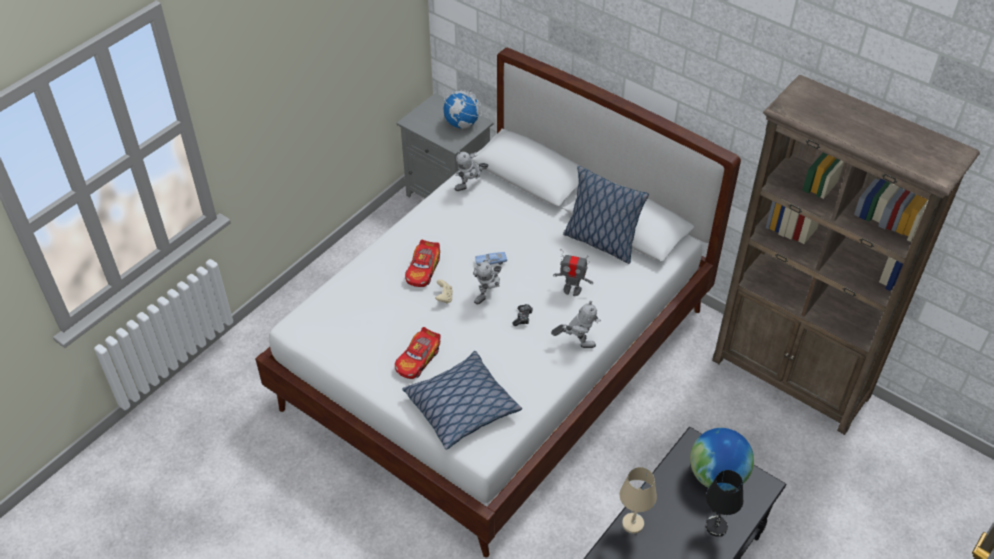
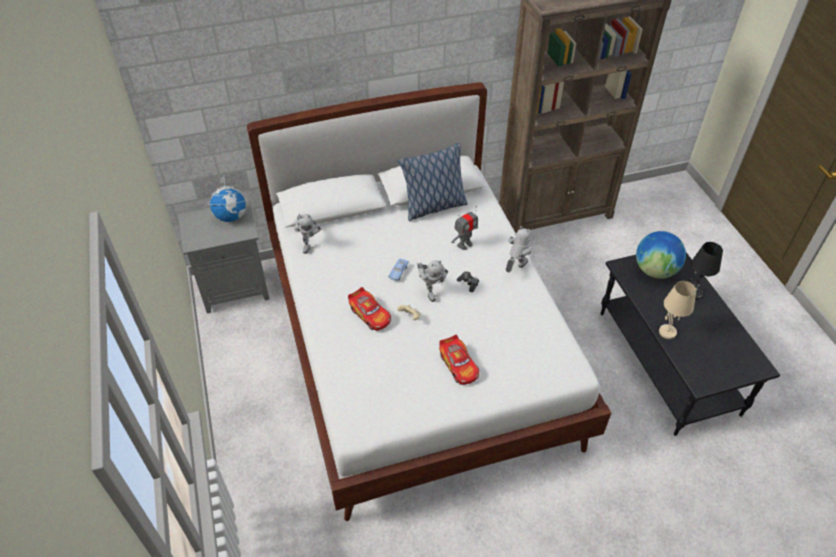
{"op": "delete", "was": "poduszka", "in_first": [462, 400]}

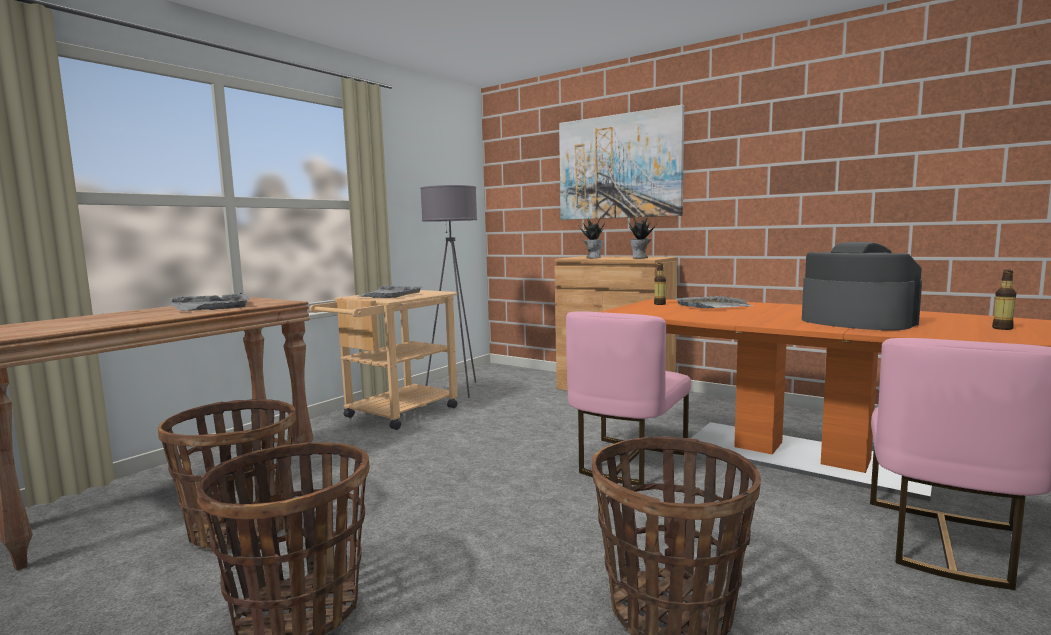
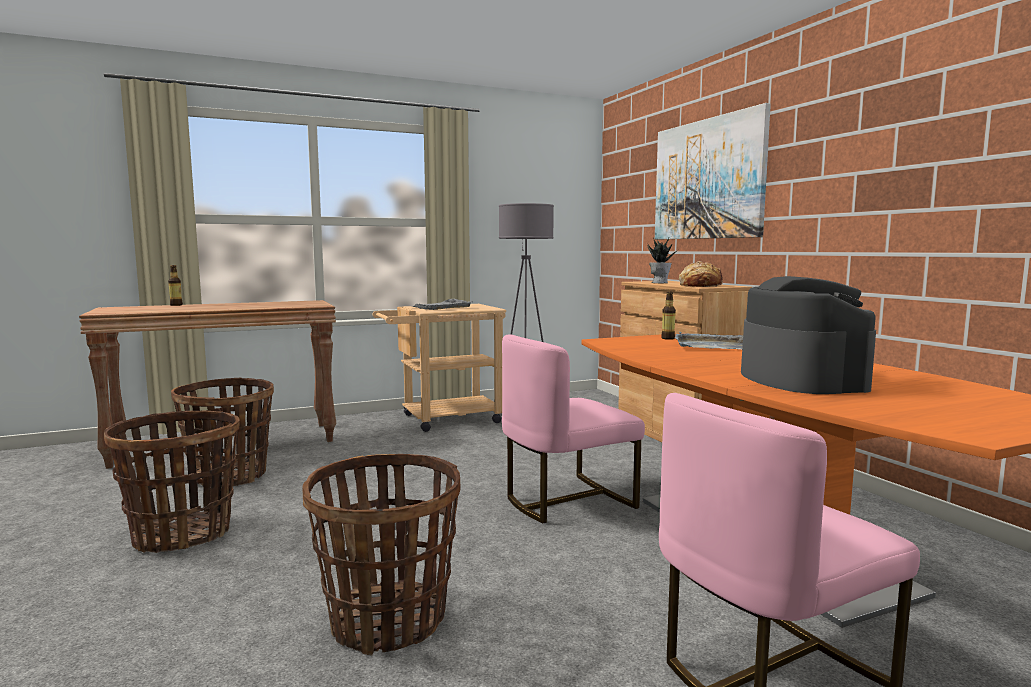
{"op": "move", "was": "butelka", "in_first": [1004, 300], "in_second": [175, 285]}
{"op": "replace", "was": "roślina doniczkowa", "now": "chleb", "in_first": [642, 237], "in_second": [701, 274]}
{"op": "delete", "was": "taca (szary)", "in_first": [209, 301]}

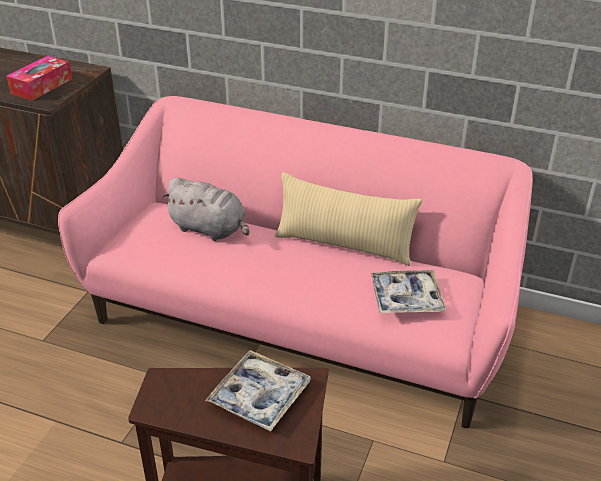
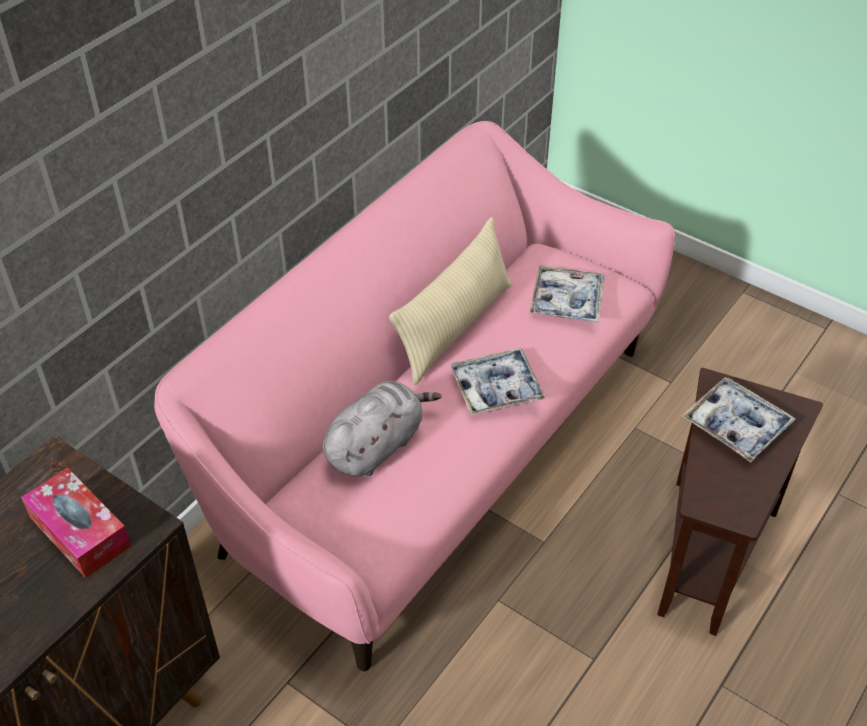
{"op": "insert", "now": "taca", "in_second": [497, 381]}

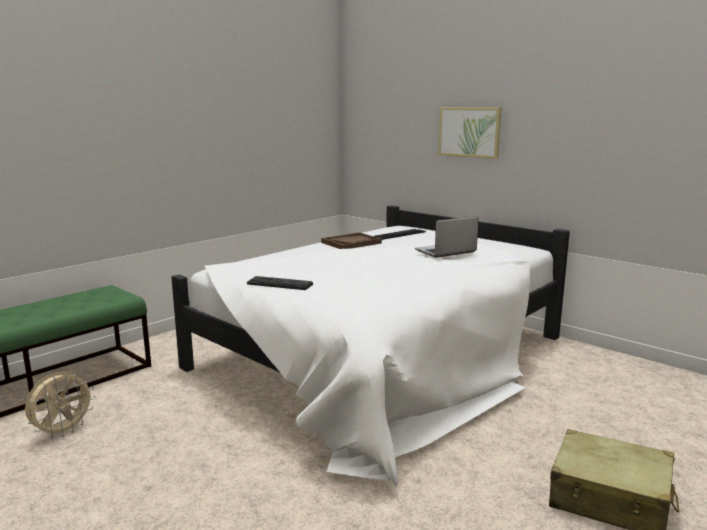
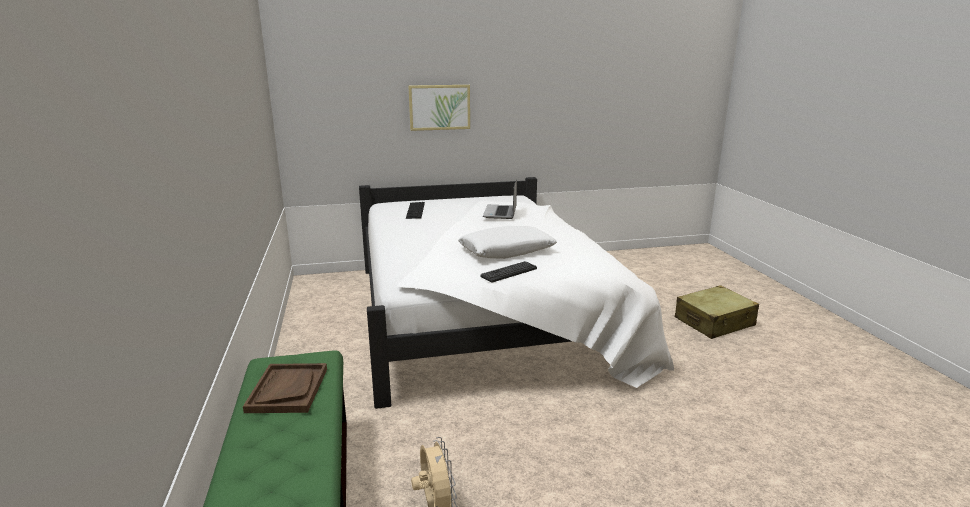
{"op": "move", "was": "taca (brązowy)", "in_first": [351, 240], "in_second": [285, 388]}
{"op": "insert", "now": "poduszka (biały)", "in_second": [507, 242]}

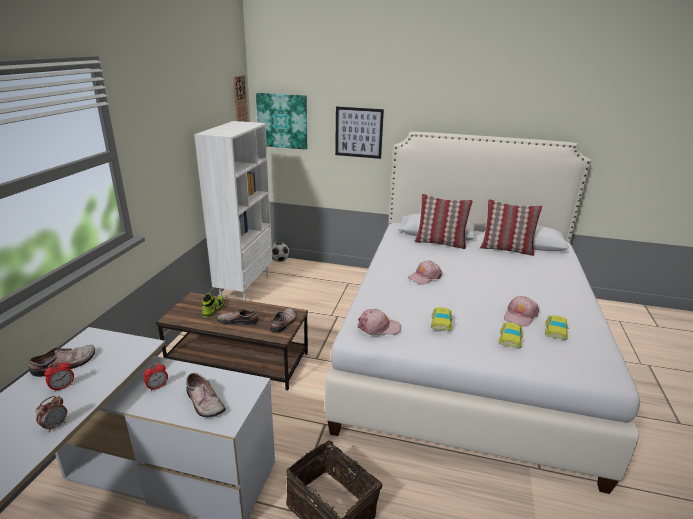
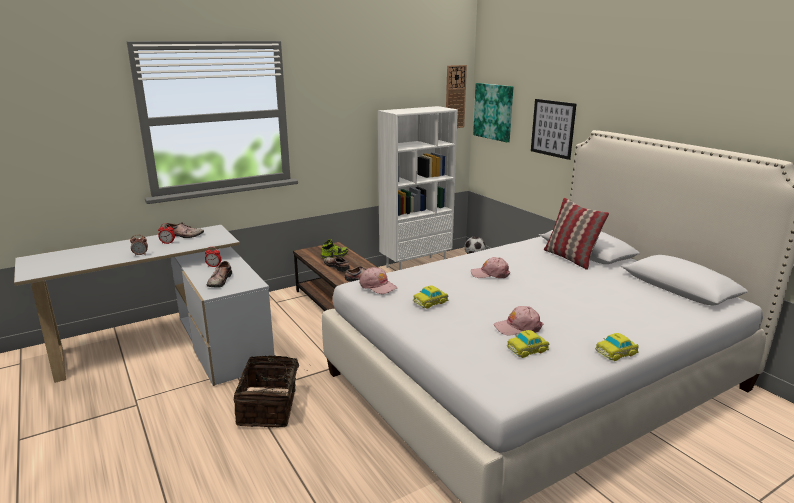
{"op": "move", "was": "samochodzik", "in_first": [511, 335], "in_second": [617, 347]}
{"op": "delete", "was": "poduszka", "in_first": [511, 227]}

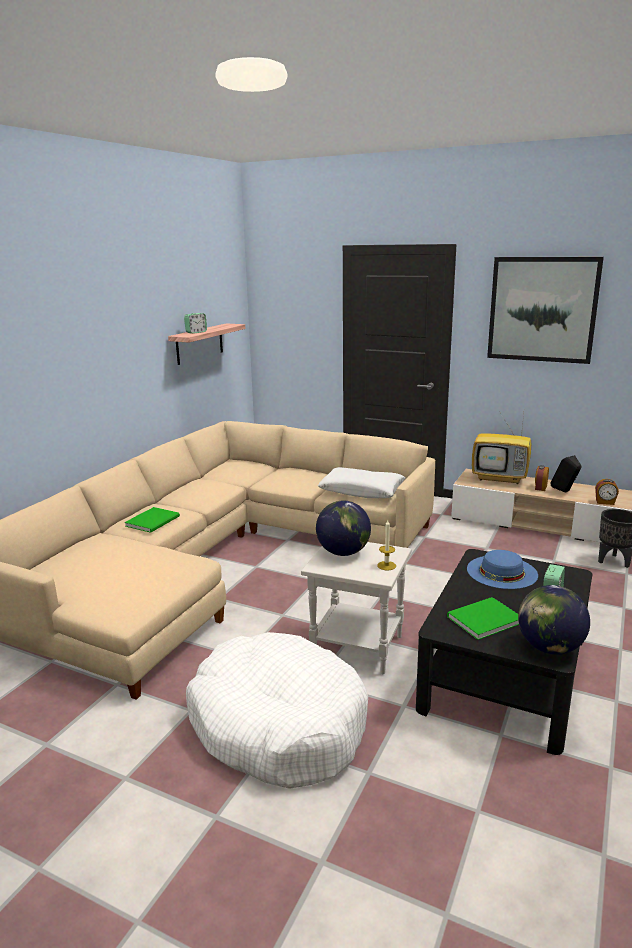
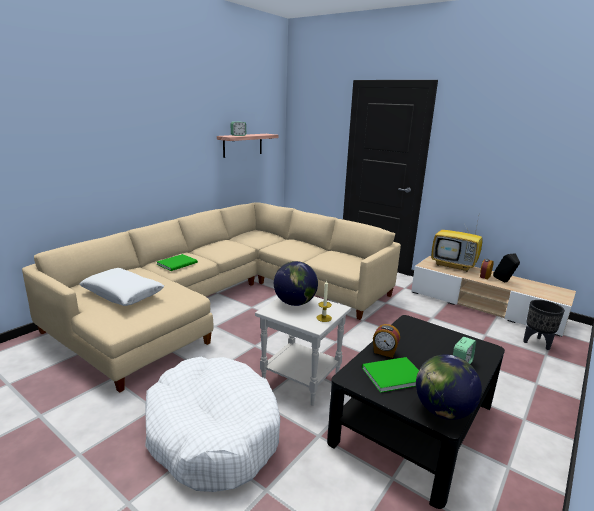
{"op": "move", "was": "poduszka (biały)", "in_first": [361, 482], "in_second": [121, 287]}
{"op": "move", "was": "budzik", "in_first": [607, 492], "in_second": [386, 341]}
{"op": "delete", "was": "kapelusz (niebieski)", "in_first": [502, 569]}
{"op": "delete", "was": "obraz", "in_first": [545, 310]}

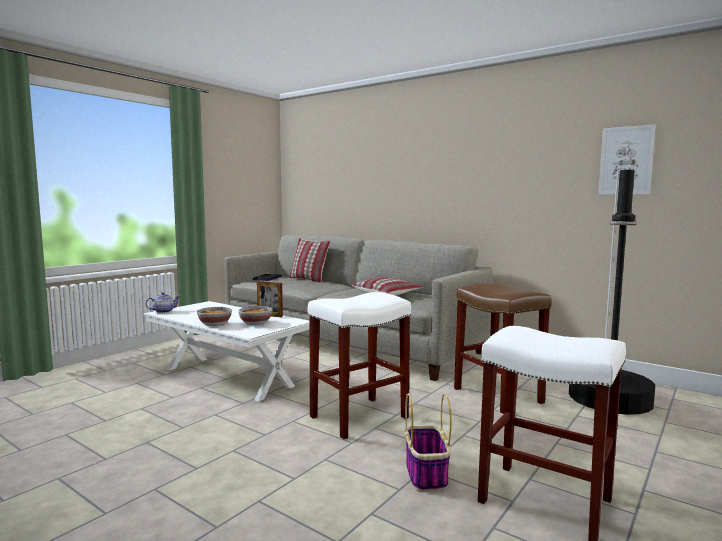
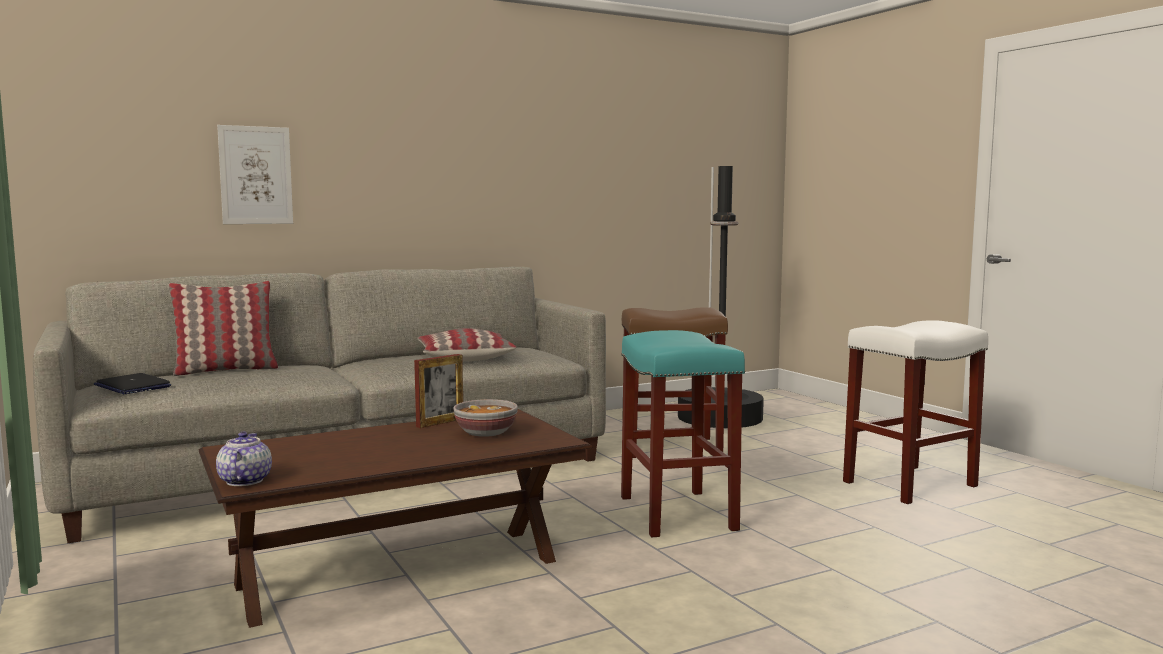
{"op": "recolor", "was": "ława (biały)", "now": "ława (brązowy)", "in_first": [226, 351], "in_second": [395, 518]}
{"op": "move", "was": "obraz", "in_first": [627, 160], "in_second": [255, 174]}
{"op": "recolor", "was": "stołek (biały)", "now": "stołek (turkusowy)", "in_first": [360, 365], "in_second": [683, 433]}
{"op": "delete", "was": "miska", "in_first": [214, 316]}
{"op": "delete", "was": "koszyk", "in_first": [428, 442]}

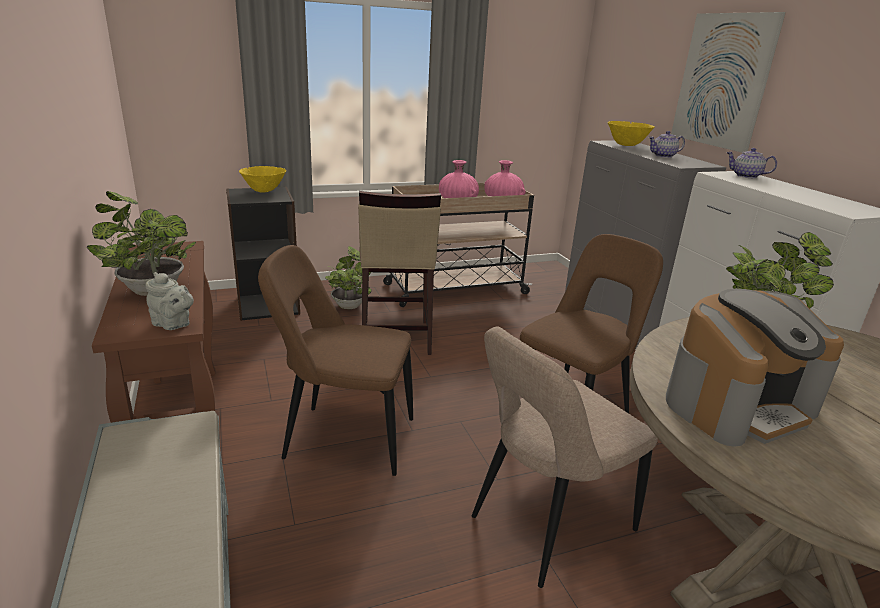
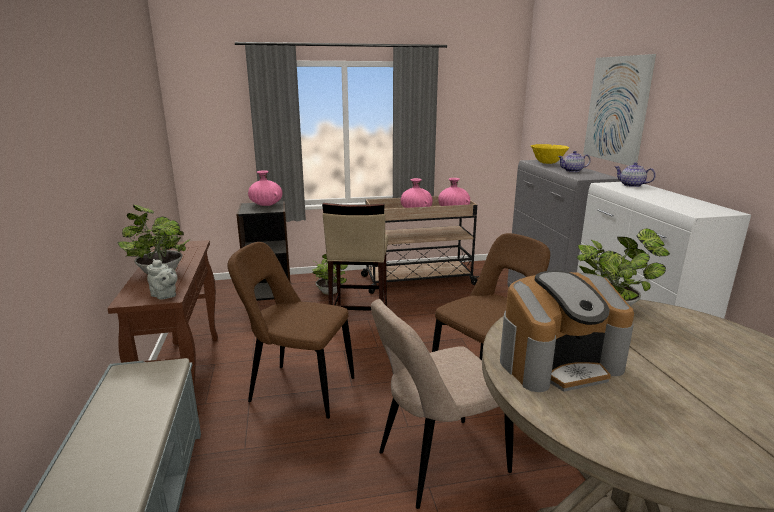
{"op": "replace", "was": "miska (żółty)", "now": "wazon (różowy)", "in_first": [262, 179], "in_second": [265, 188]}

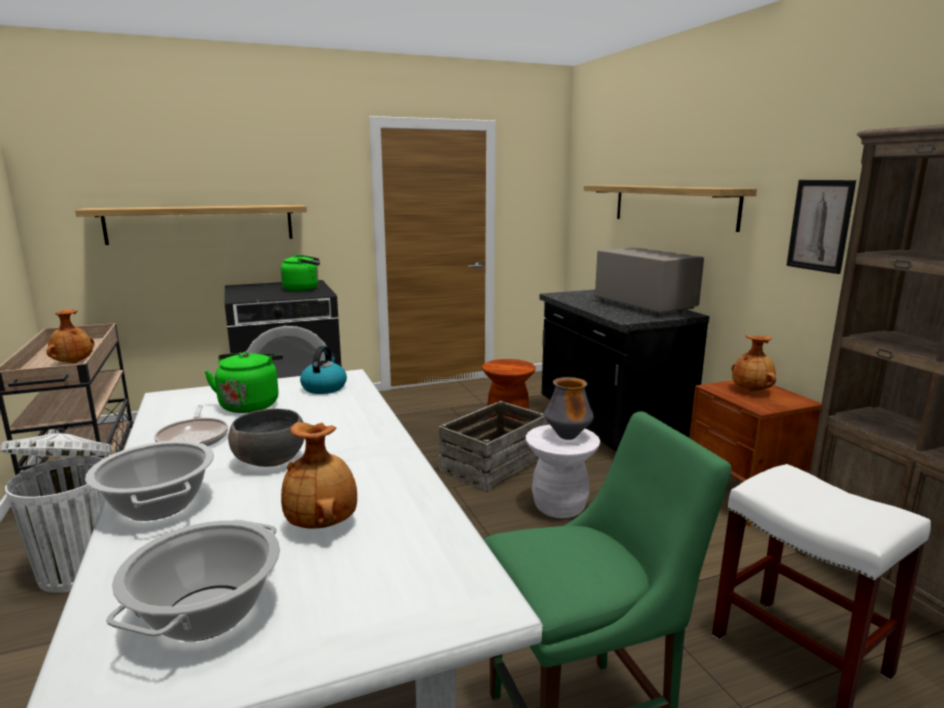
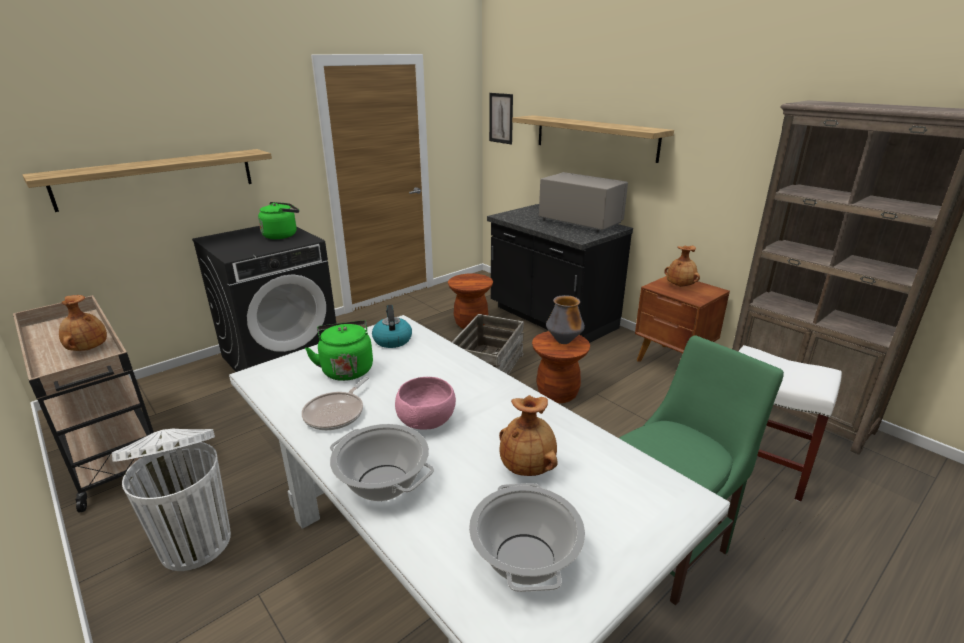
{"op": "rotate", "was": "patelnia", "in_first": [191, 425], "in_second": [335, 403], "clockwise": 60}
{"op": "recolor", "was": "miska (szary)", "now": "miska (różowy)", "in_first": [266, 438], "in_second": [425, 403]}
{"op": "move", "was": "obraz", "in_first": [821, 227], "in_second": [501, 118]}
{"op": "recolor", "was": "stołek (biały)", "now": "stołek (brązowy)", "in_first": [563, 471], "in_second": [561, 367]}

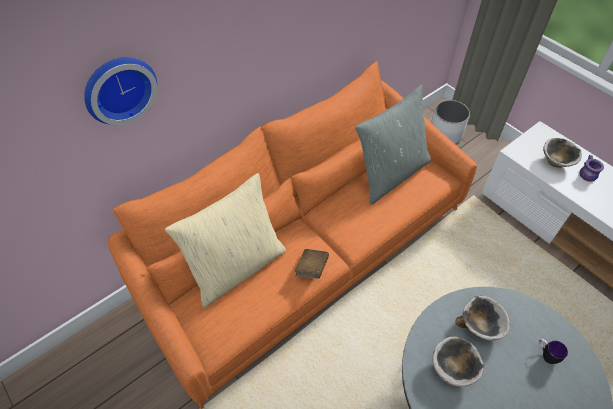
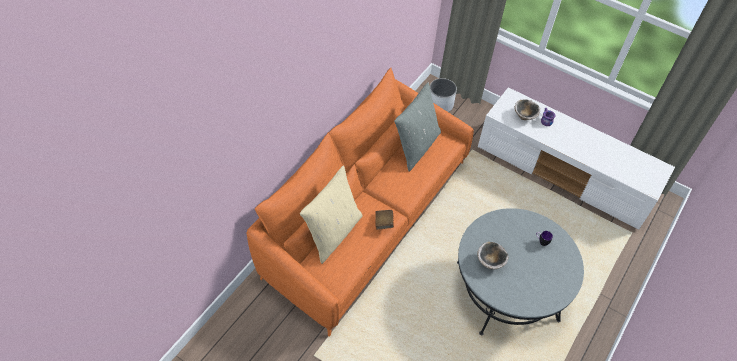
{"op": "delete", "was": "zegar ścienny", "in_first": [120, 91]}
{"op": "delete", "was": "miska", "in_first": [483, 318]}

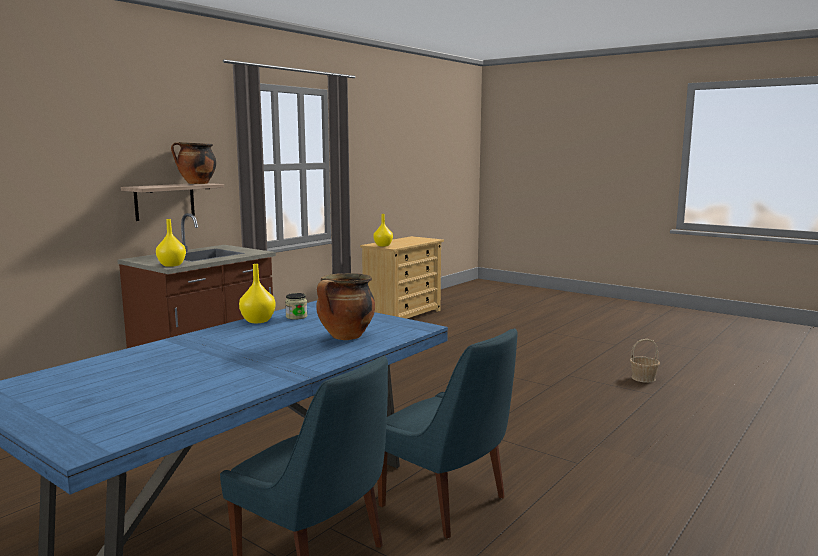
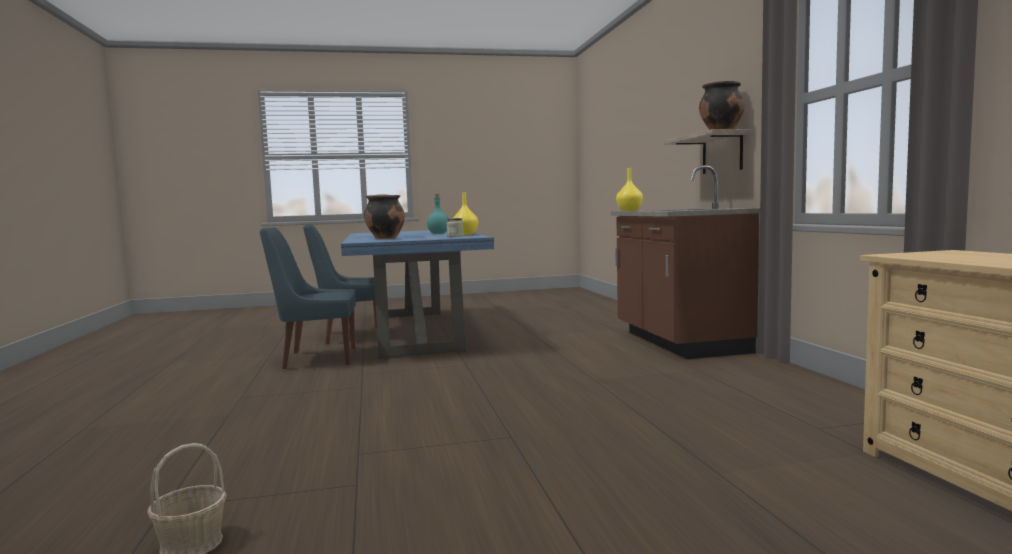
{"op": "insert", "now": "butelka (turkusowy)", "in_second": [438, 214]}
{"op": "delete", "was": "wazon (żółty)", "in_first": [383, 230]}

